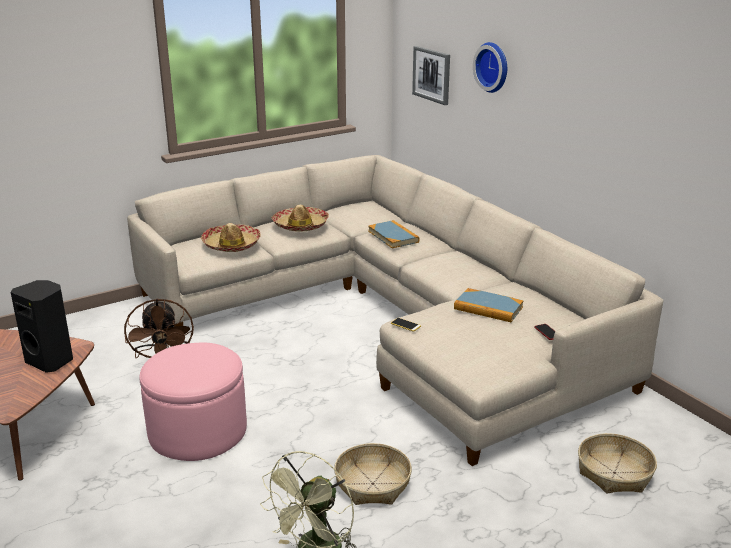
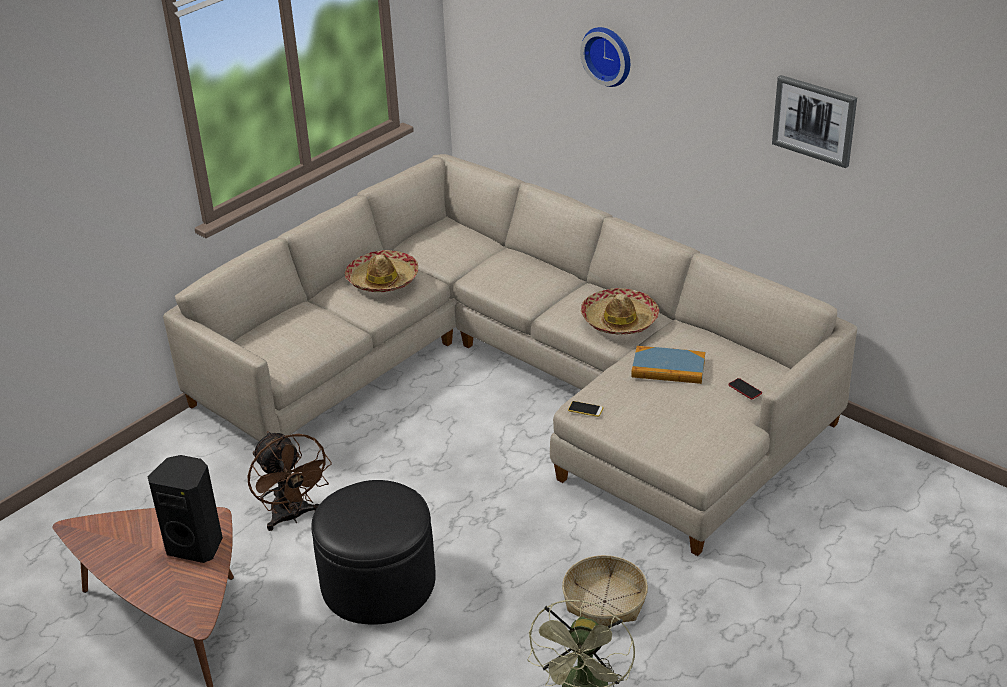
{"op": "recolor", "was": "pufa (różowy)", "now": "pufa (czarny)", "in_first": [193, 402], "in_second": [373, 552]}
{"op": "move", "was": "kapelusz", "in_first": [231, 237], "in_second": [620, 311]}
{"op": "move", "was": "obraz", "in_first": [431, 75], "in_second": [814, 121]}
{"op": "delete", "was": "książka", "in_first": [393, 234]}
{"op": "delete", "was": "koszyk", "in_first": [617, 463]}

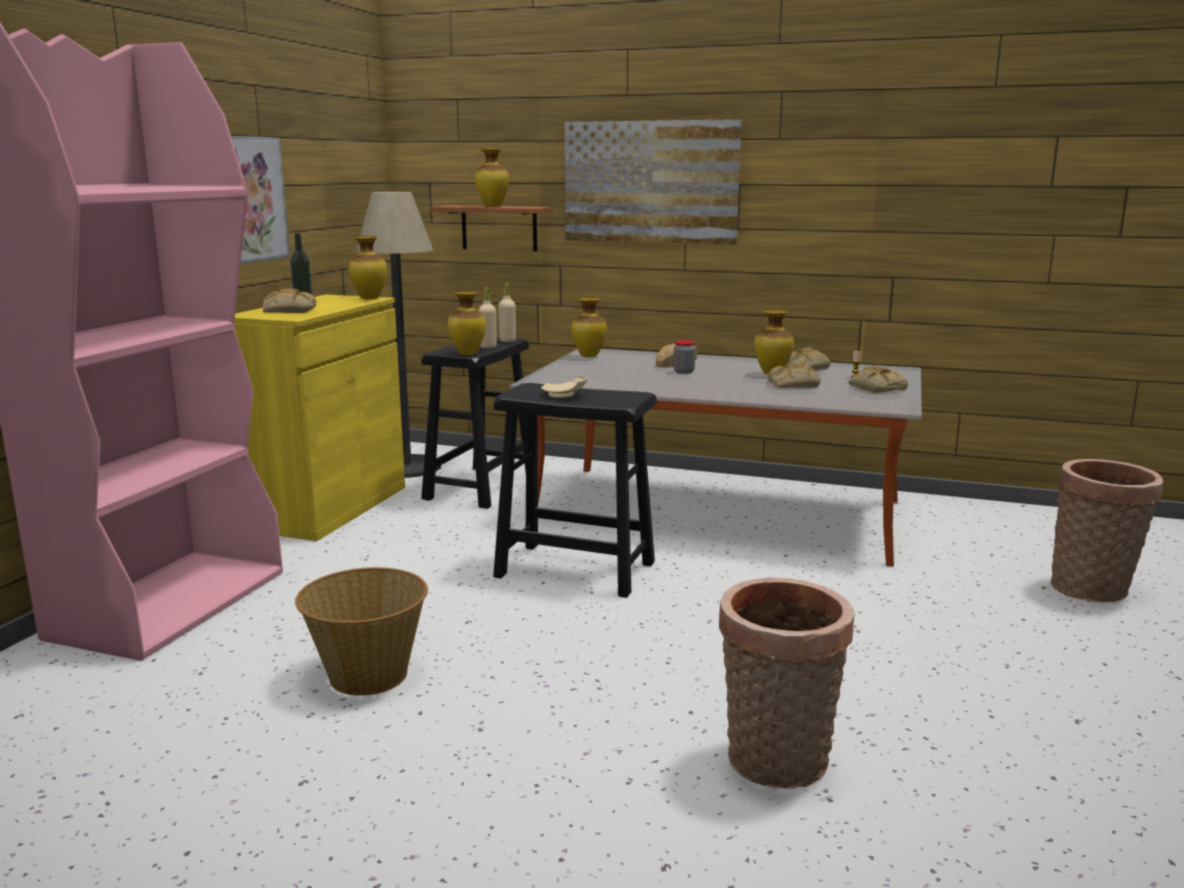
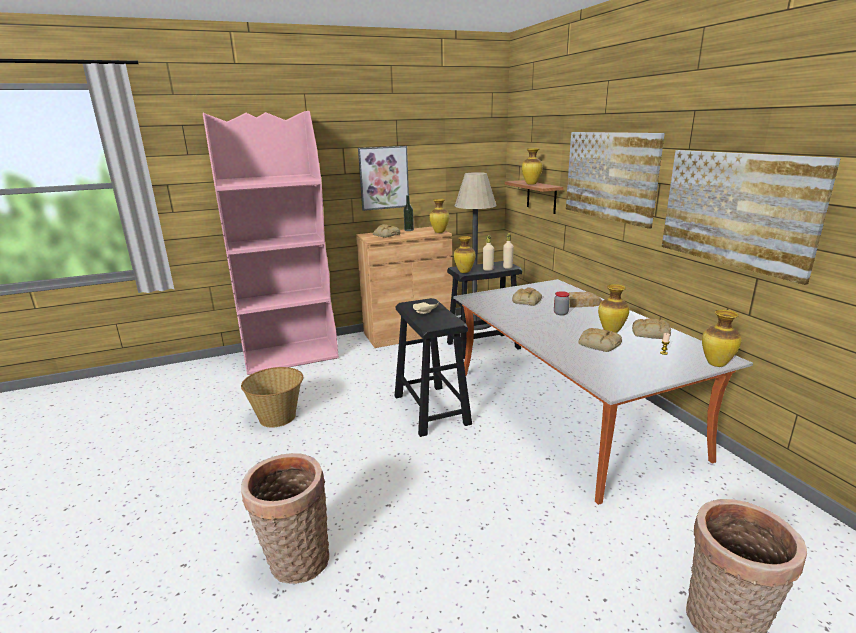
{"op": "recolor", "was": "szafka (żółty)", "now": "szafka (brązowy)", "in_first": [319, 418], "in_second": [404, 287]}
{"op": "move", "was": "chleb", "in_first": [878, 379], "in_second": [527, 296]}
{"op": "insert", "now": "obraz", "in_second": [751, 217]}
{"op": "move", "was": "wazon", "in_first": [589, 327], "in_second": [721, 338]}

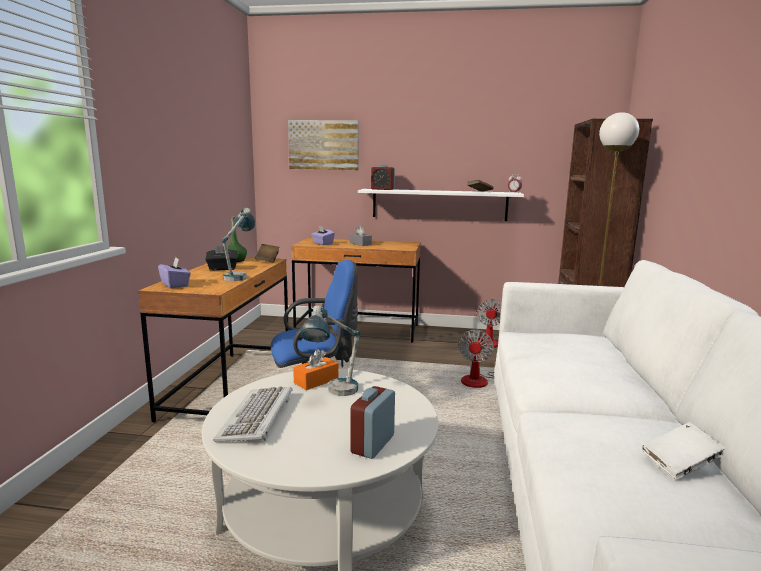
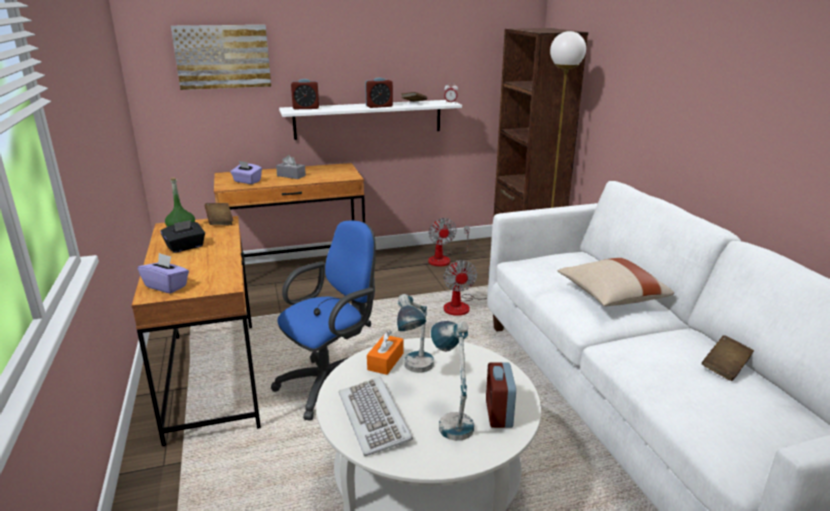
{"op": "insert", "now": "budzik", "in_second": [379, 92]}
{"op": "move", "was": "lampa stołowa", "in_first": [238, 244], "in_second": [452, 381]}
{"op": "insert", "now": "poduszka (beżowy)", "in_second": [616, 282]}
{"op": "recolor", "was": "książka (biały)", "now": "książka (brązowy)", "in_first": [683, 450], "in_second": [728, 358]}

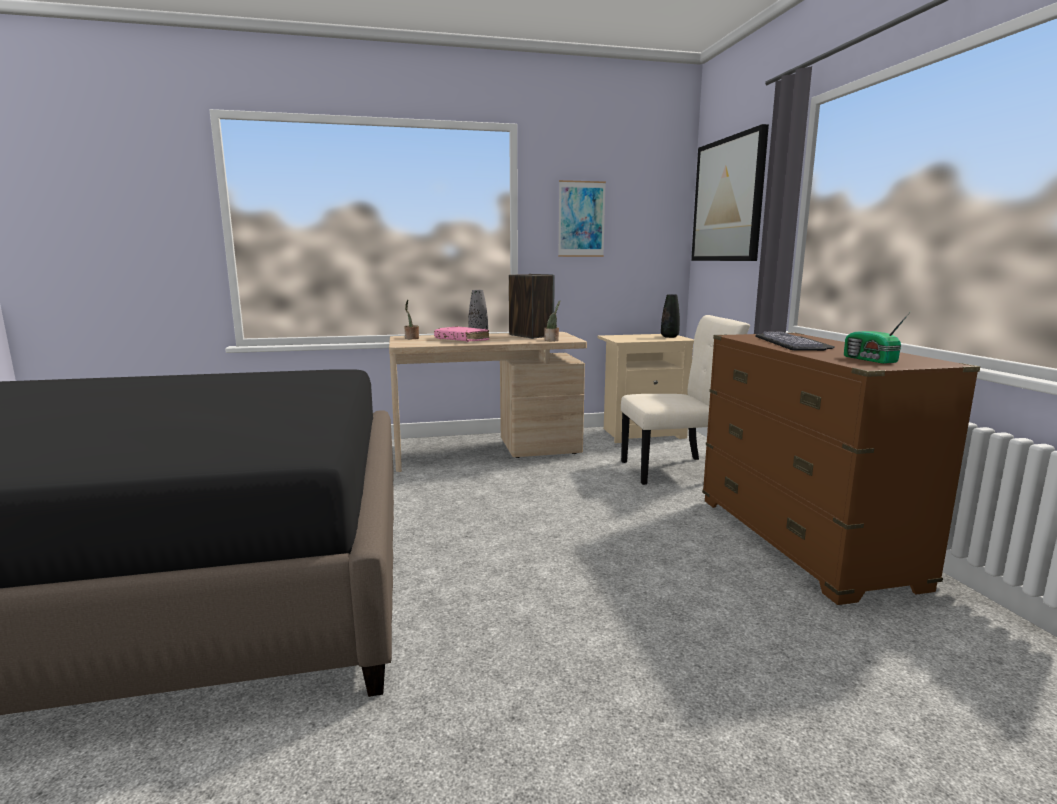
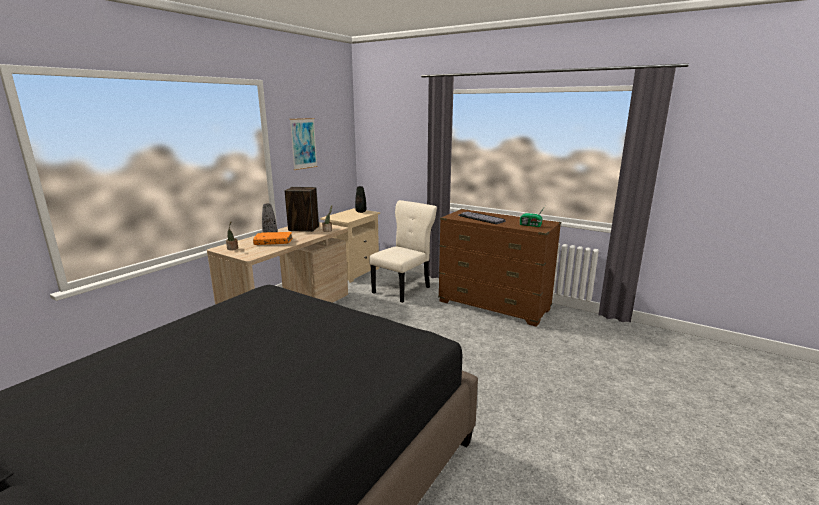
{"op": "recolor", "was": "książka (różowy)", "now": "książka (pomarańczowy)", "in_first": [462, 334], "in_second": [272, 238]}
{"op": "delete", "was": "obraz", "in_first": [730, 192]}

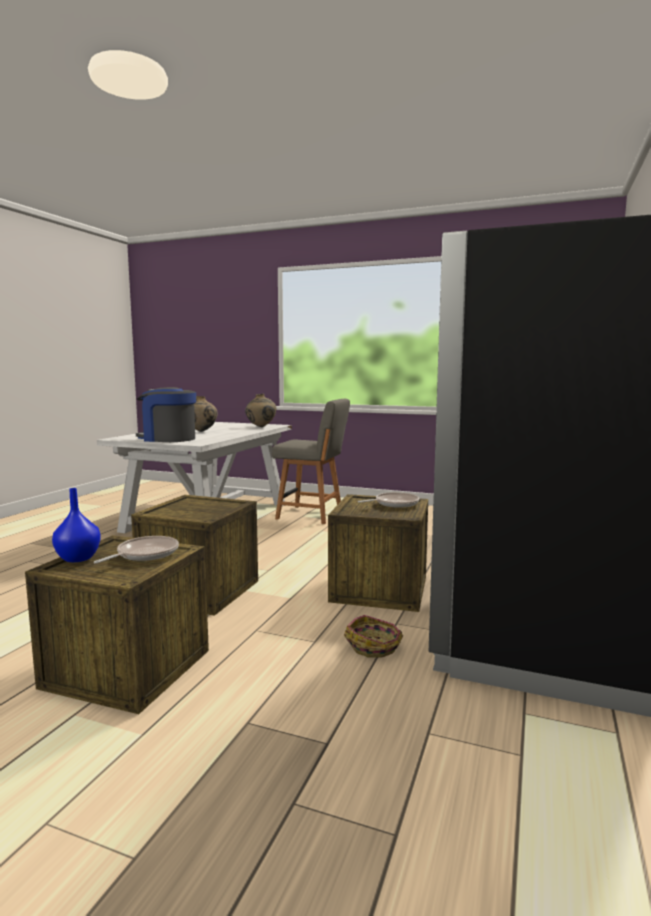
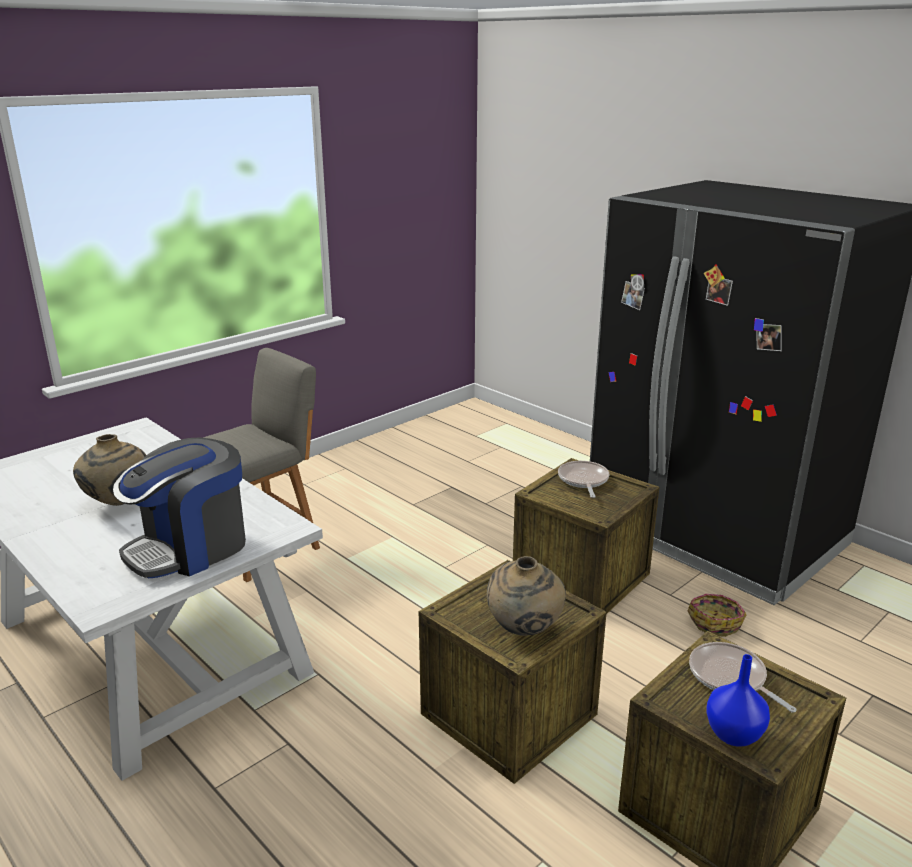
{"op": "move", "was": "wazon (beżowy)", "in_first": [260, 410], "in_second": [526, 596]}

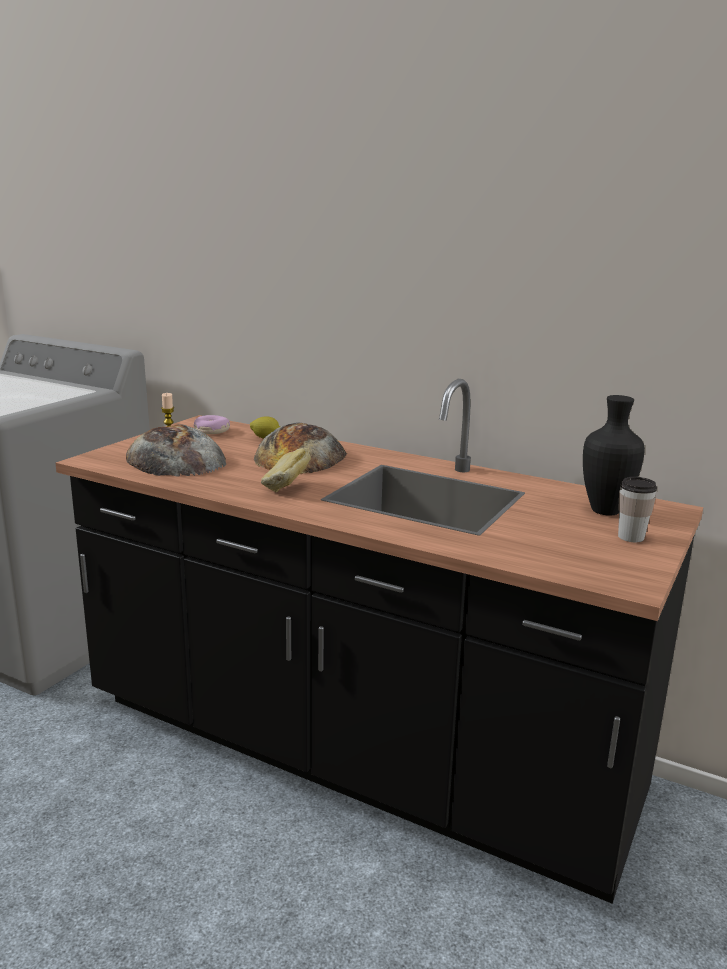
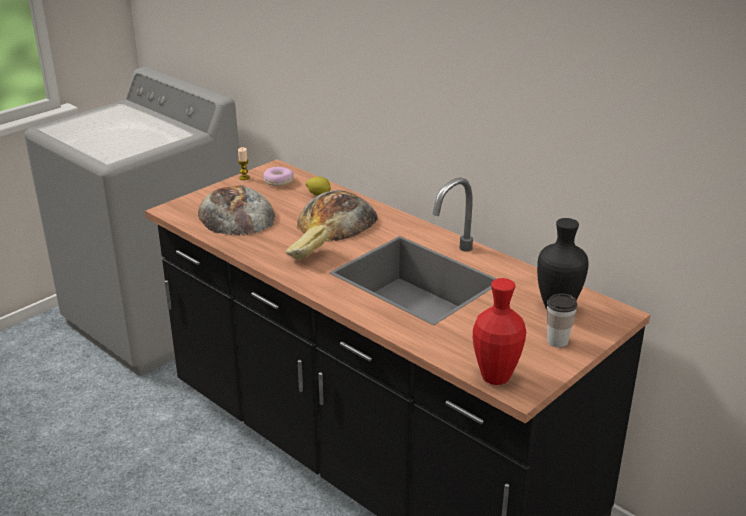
{"op": "insert", "now": "wazon (czerwony)", "in_second": [499, 331]}

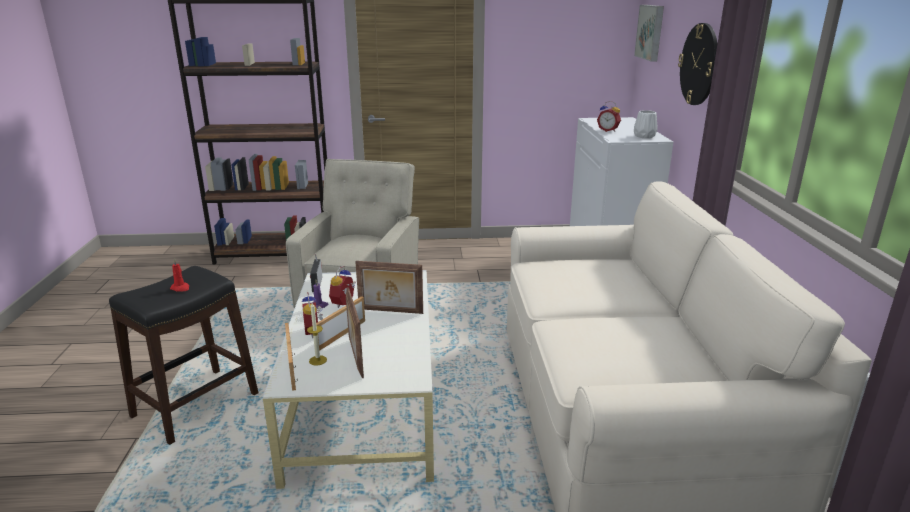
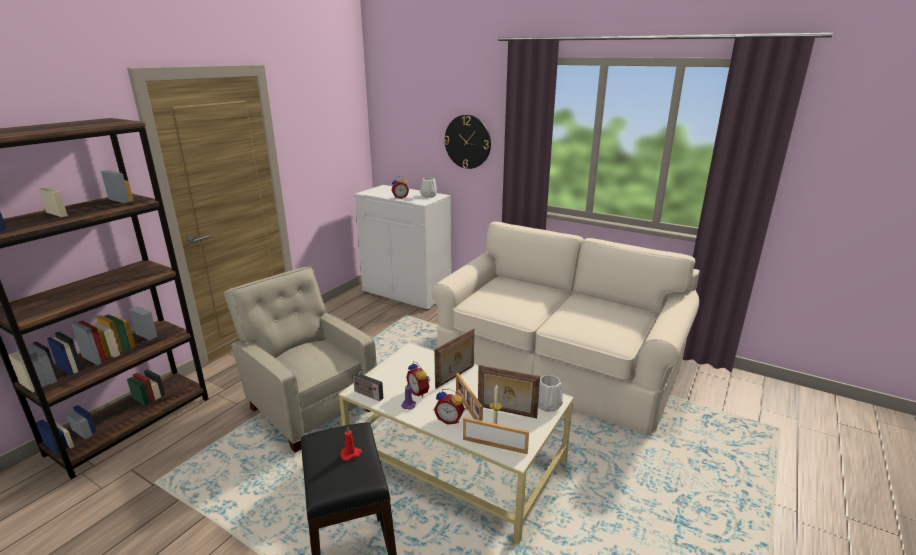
{"op": "insert", "now": "wazon (biały)", "in_second": [550, 393]}
{"op": "delete", "was": "obraz", "in_first": [649, 33]}

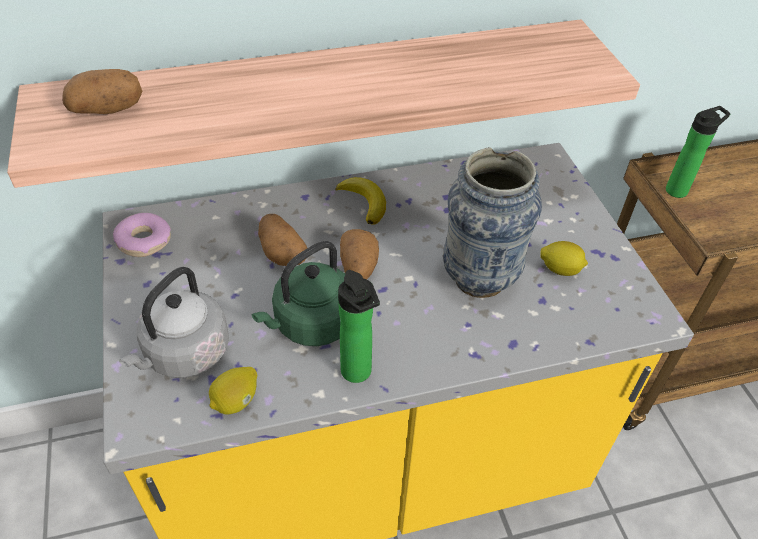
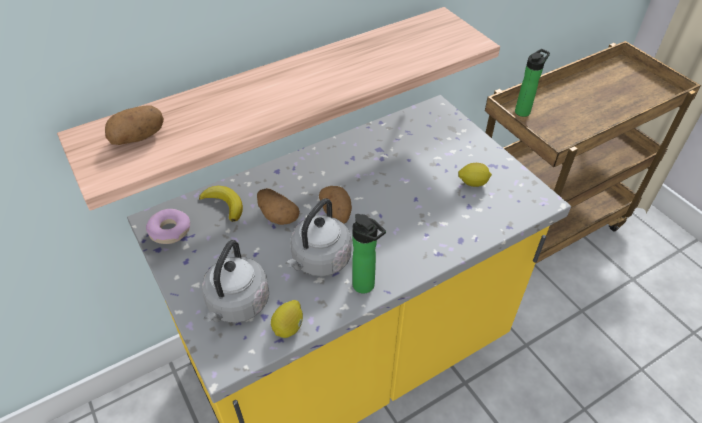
{"op": "move", "was": "banan", "in_first": [360, 201], "in_second": [221, 204]}
{"op": "recolor", "was": "czajnik (zielony)", "now": "czajnik (szary)", "in_first": [298, 293], "in_second": [318, 237]}
{"op": "delete", "was": "wazon", "in_first": [492, 222]}

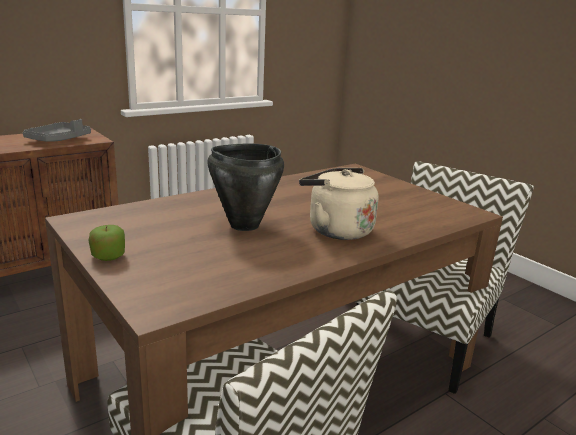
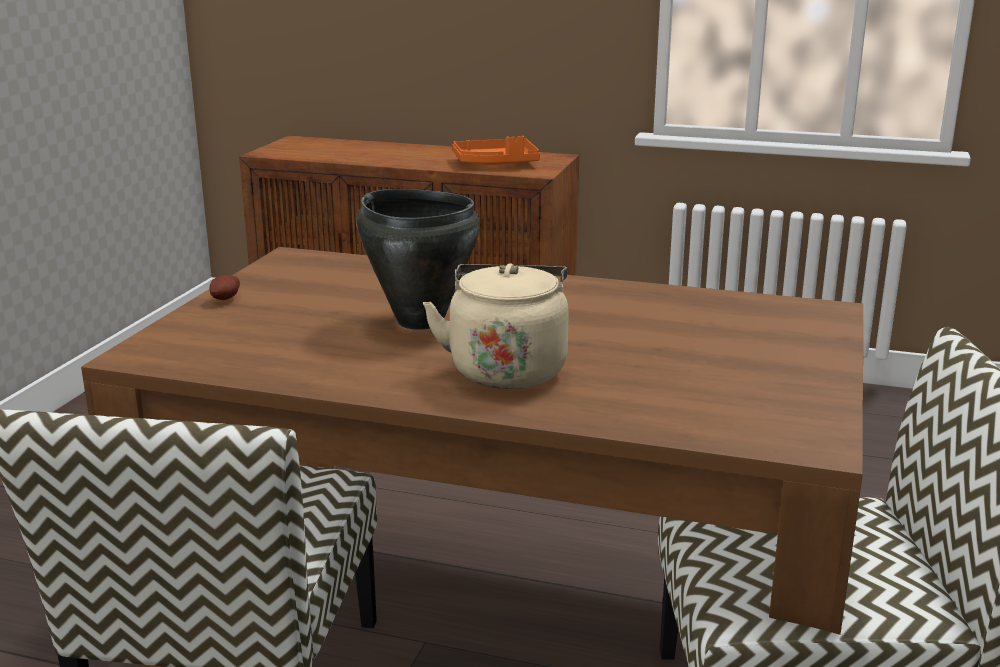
{"op": "replace", "was": "jabłko", "now": "ziemniak", "in_first": [106, 243], "in_second": [224, 287]}
{"op": "recolor", "was": "taca (szary)", "now": "taca (pomarańczowy)", "in_first": [57, 130], "in_second": [496, 150]}

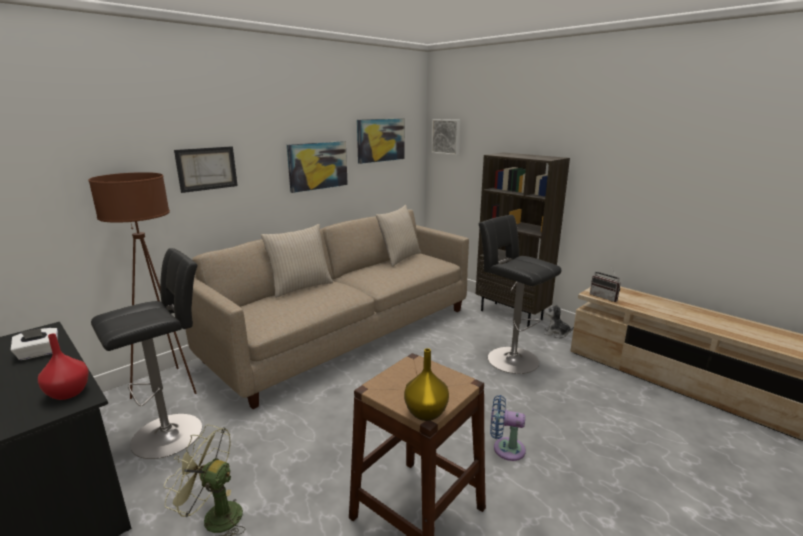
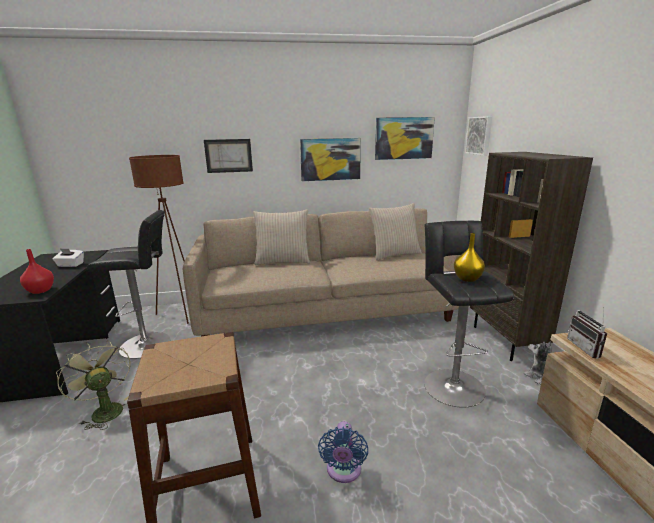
{"op": "rotate", "was": "wentylator (niebieski)", "in_first": [508, 428], "in_second": [343, 452], "clockwise": -135}
{"op": "move", "was": "wazon (żółty)", "in_first": [426, 384], "in_second": [469, 257]}

